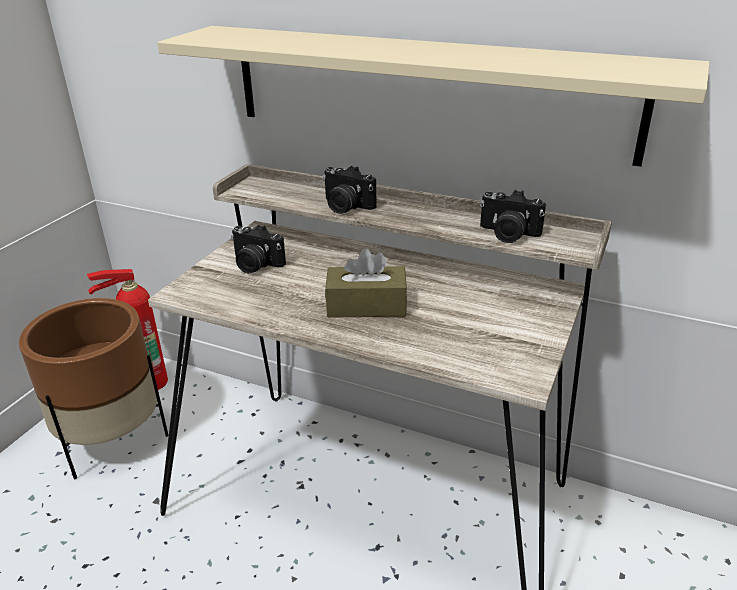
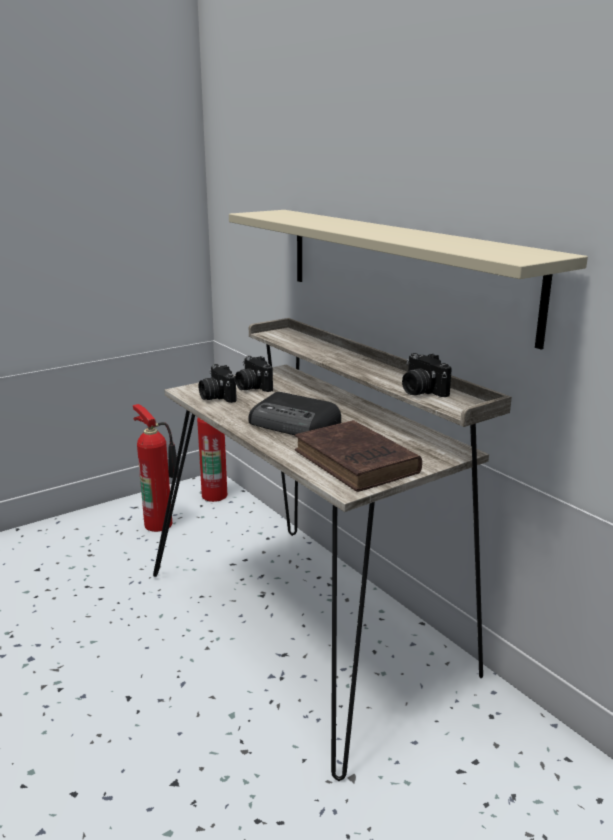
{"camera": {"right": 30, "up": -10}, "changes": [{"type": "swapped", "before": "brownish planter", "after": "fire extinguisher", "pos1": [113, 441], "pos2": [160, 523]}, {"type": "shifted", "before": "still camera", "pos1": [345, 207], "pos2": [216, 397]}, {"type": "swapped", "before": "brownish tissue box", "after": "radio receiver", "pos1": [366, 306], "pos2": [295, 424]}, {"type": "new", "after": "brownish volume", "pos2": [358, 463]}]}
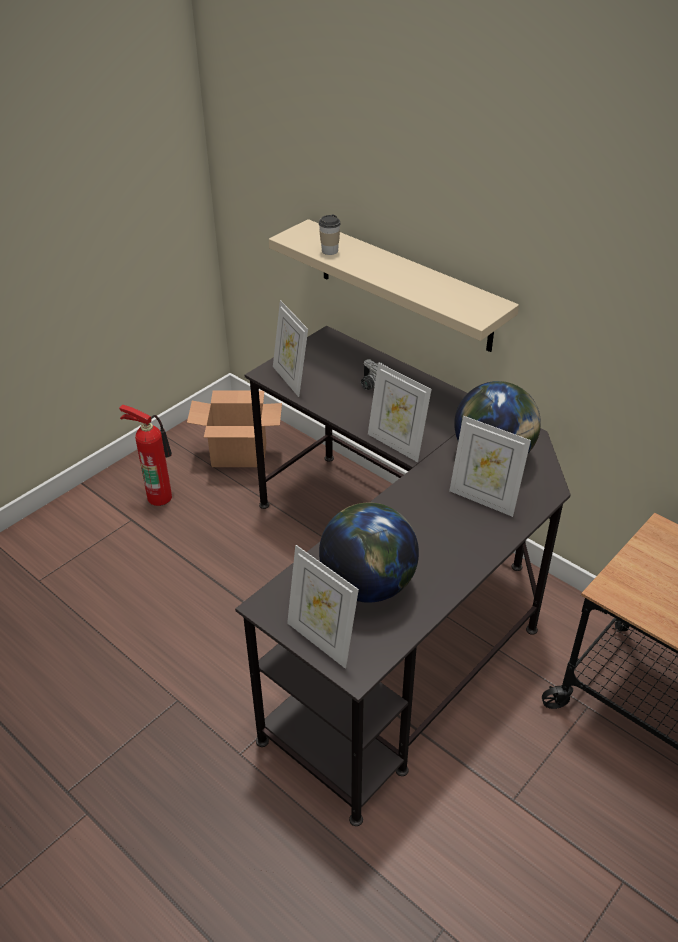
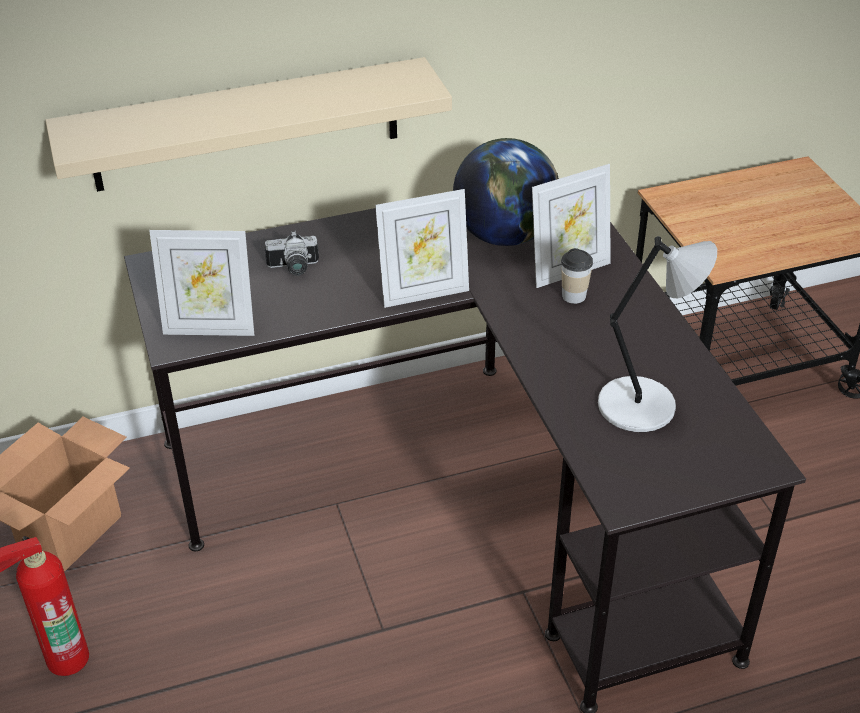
{"camera": {"right": -60, "up": 0}, "changes": [{"type": "gone", "before": "standing frame", "pos1": [321, 640]}, {"type": "shifted", "before": "small cup", "pos1": [329, 251], "pos2": [574, 296]}, {"type": "swapped", "before": "desk globe", "after": "gray tabletop lamp", "pos1": [368, 584], "pos2": [641, 405]}]}
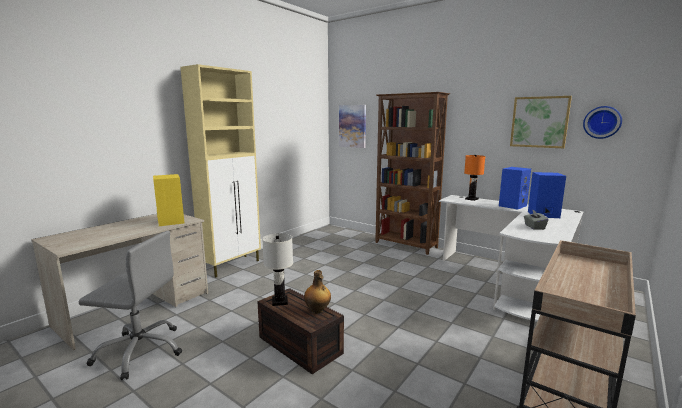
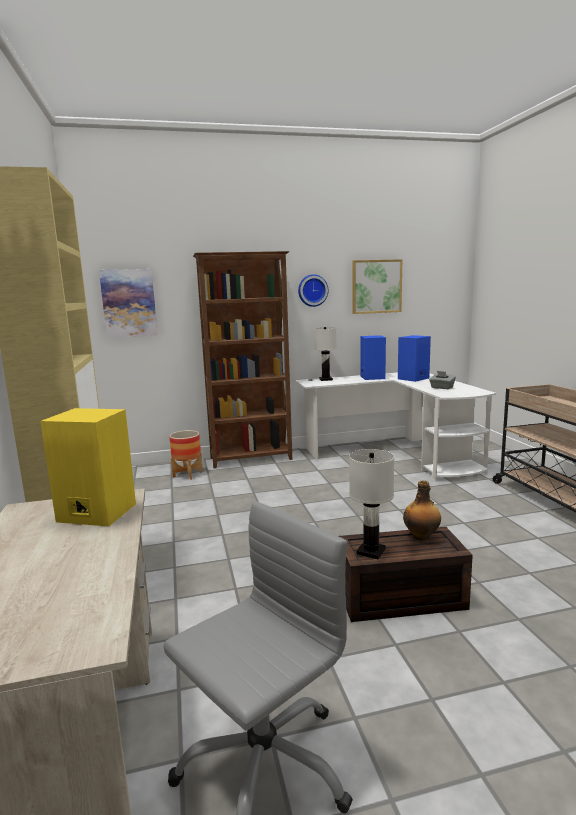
{"camera": {"right": -50, "up": 0}, "changes": [{"type": "repainted", "before": "orange-coloured tabletop lamp", "after": "whitish tabletop lamp", "pos1": [471, 199], "pos2": [326, 379]}, {"type": "shifted", "before": "clock on the wall", "pos1": [602, 122], "pos2": [312, 290]}, {"type": "new", "after": "planter", "pos2": [187, 474]}]}
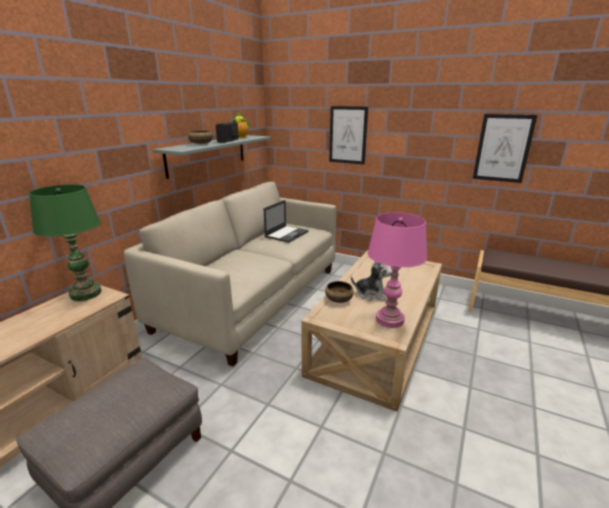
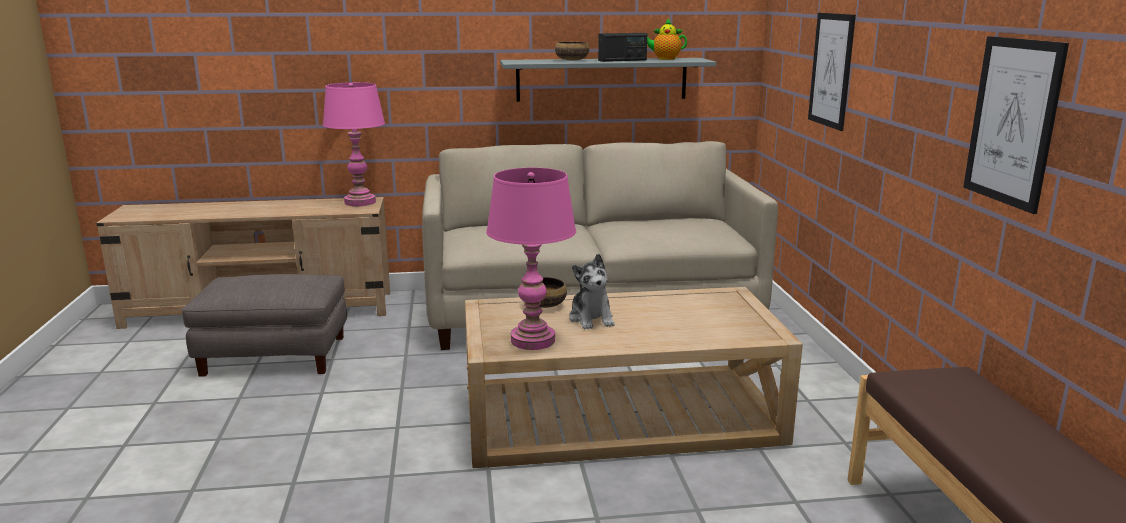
{"camera": {"right": 55, "up": -5}, "changes": [{"type": "repainted", "before": "greenish tabletop lamp", "after": "pinkish tabletop lamp", "pos1": [86, 293], "pos2": [360, 202]}, {"type": "gone", "before": "laptop", "pos1": [287, 234]}]}
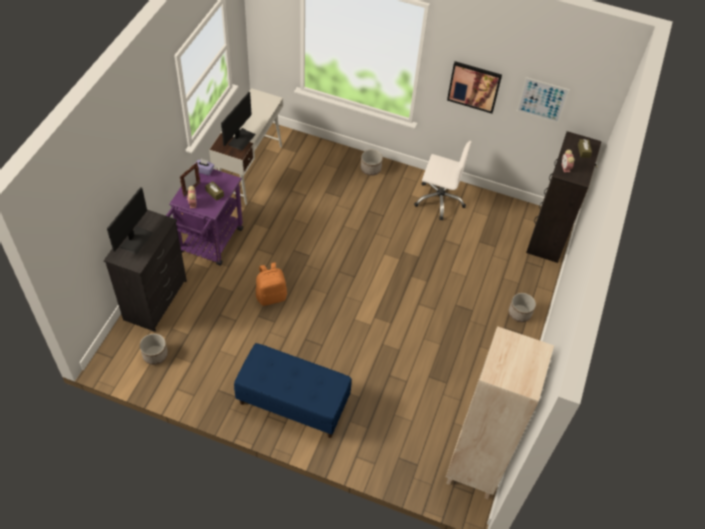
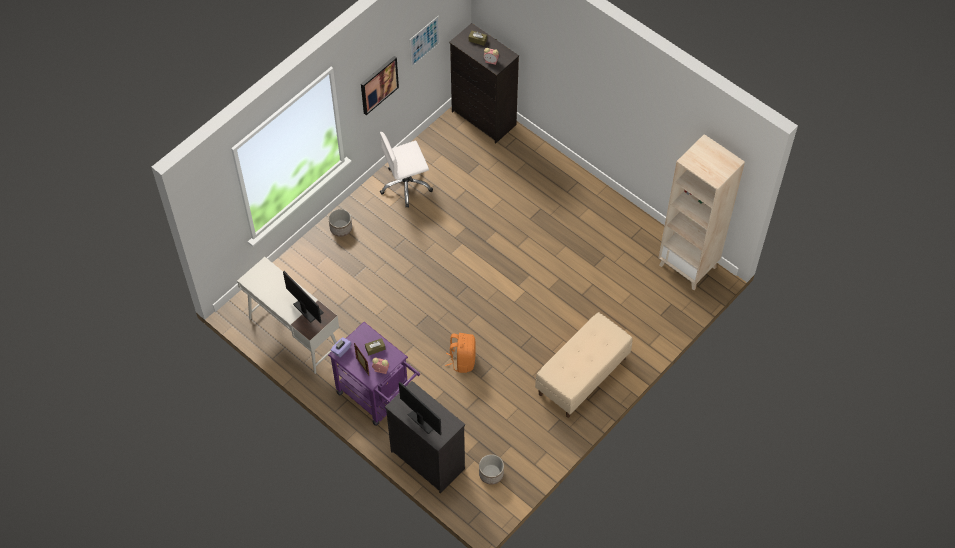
{"camera": {"right": -65, "up": 5}, "changes": [{"type": "repainted", "before": "blue indoor bench", "after": "beige indoor bench", "pos1": [292, 403], "pos2": [582, 376]}, {"type": "rotated", "before": "whitish desk chair", "pos1": [439, 200], "pos2": [406, 185], "turn": -150}, {"type": "gone", "before": "planter", "pos1": [519, 313]}]}
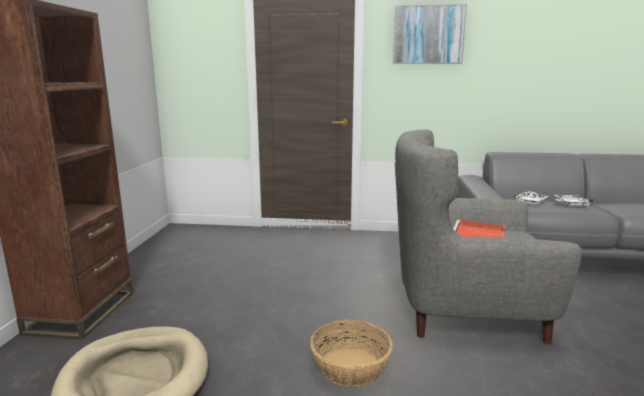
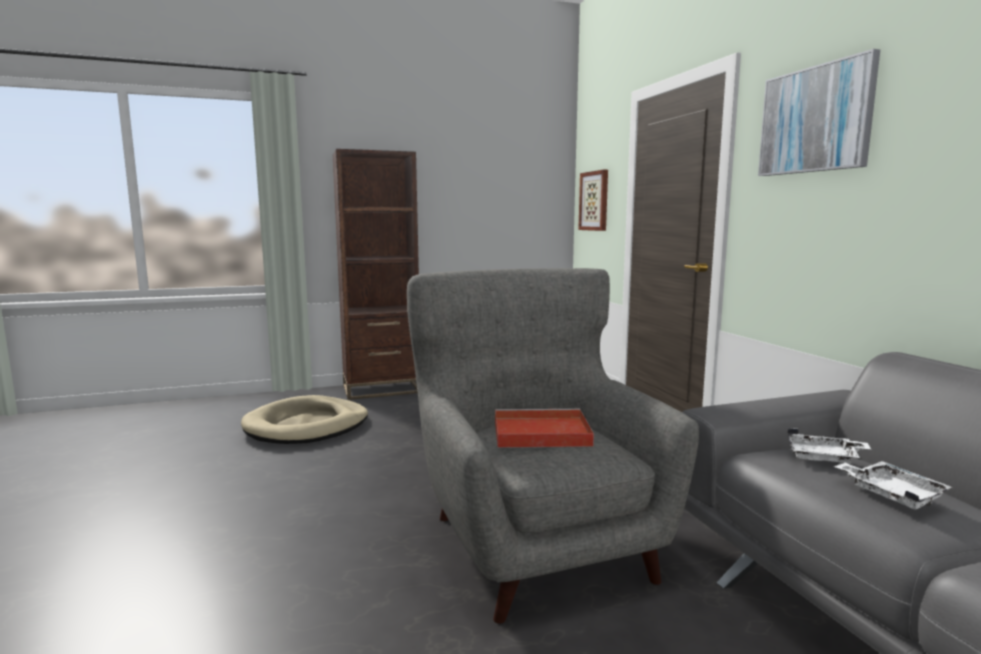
{"camera": {"right": 65, "up": -5}, "changes": [{"type": "gone", "before": "storage basket", "pos1": [351, 367]}, {"type": "new", "after": "wall picture", "pos2": [594, 201]}]}
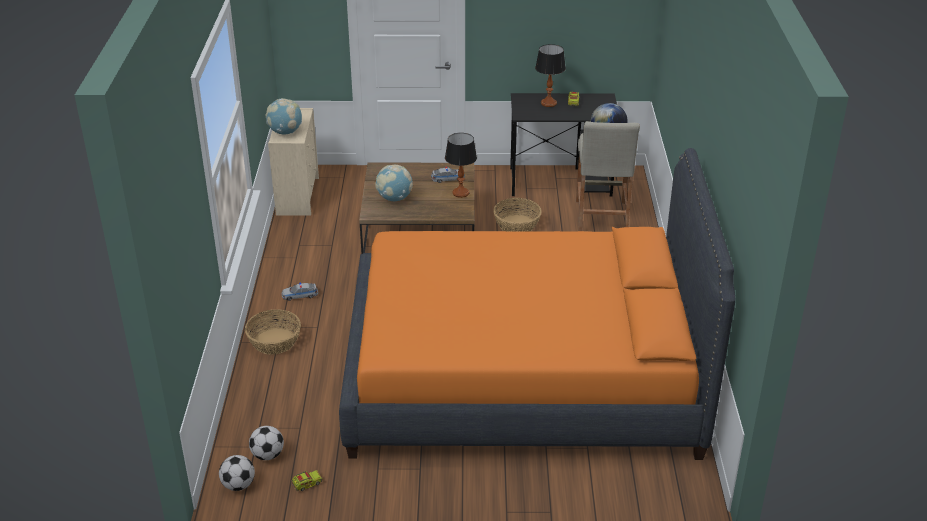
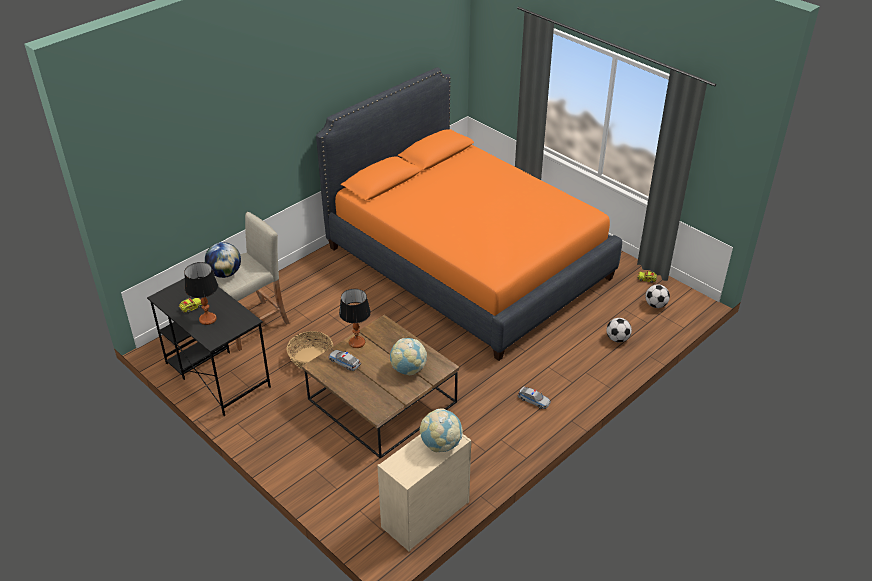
{"camera": {"right": -135, "up": 5}, "changes": [{"type": "shifted", "before": "football", "pos1": [238, 485], "pos2": [617, 339]}, {"type": "gone", "before": "storage basket", "pos1": [274, 341]}]}
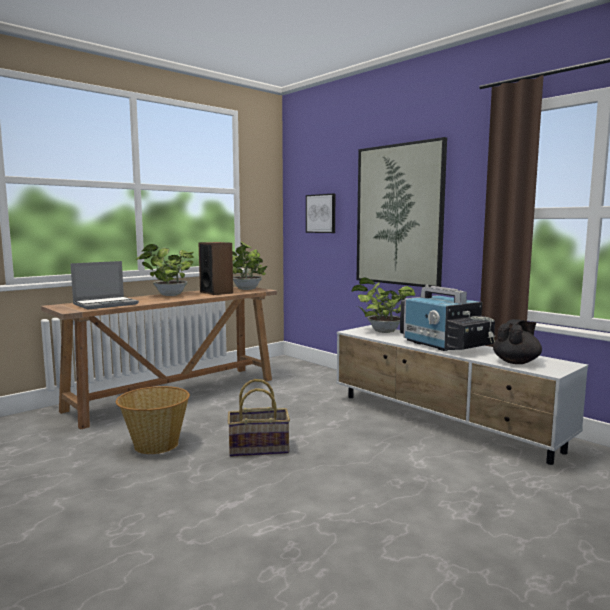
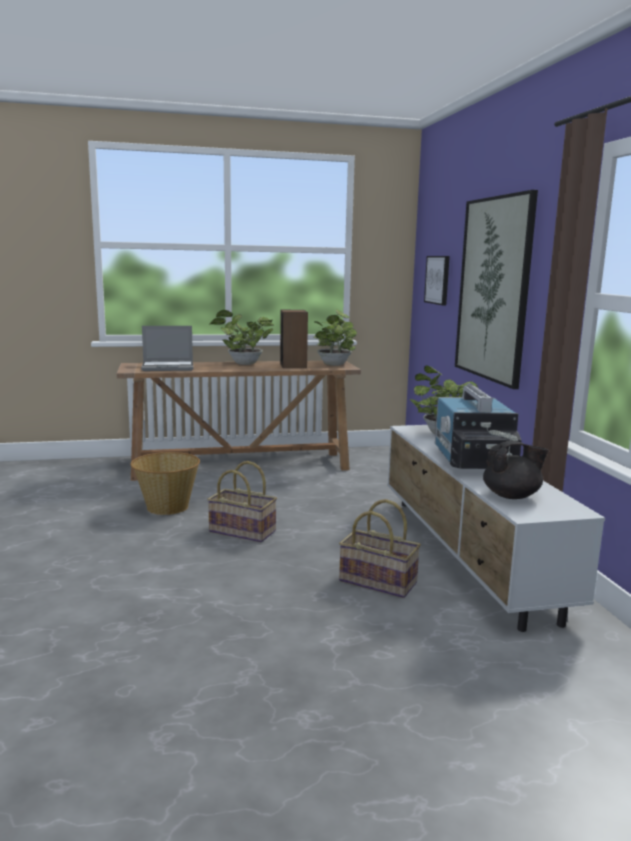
{"camera": {"right": 30, "up": 5}, "changes": [{"type": "new", "after": "storage basket", "pos2": [379, 581]}]}
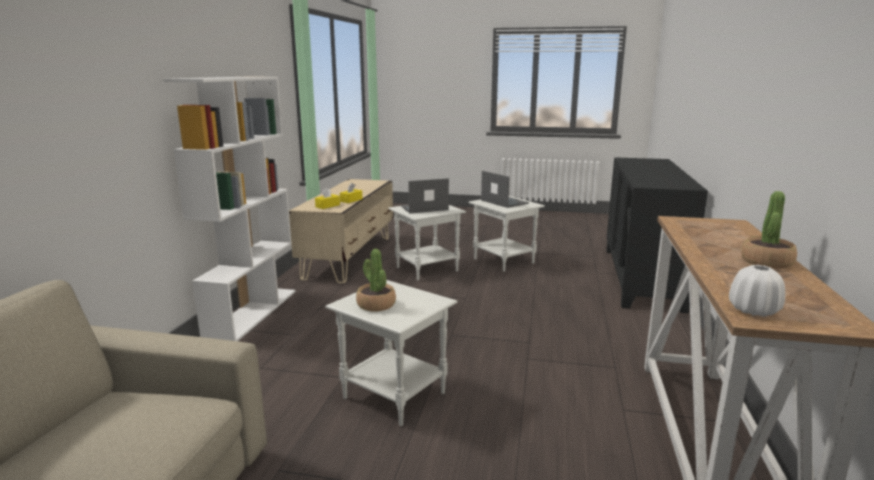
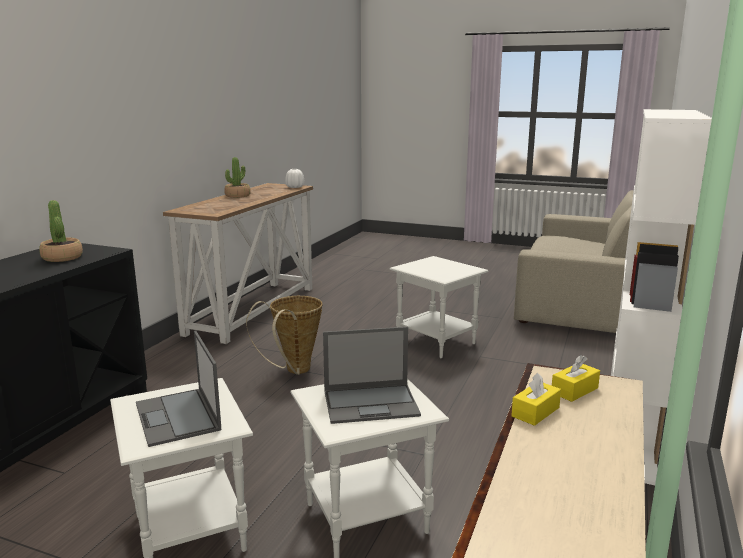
{"camera": {"right": -170, "up": 0}, "changes": [{"type": "shifted", "before": "houseplant", "pos1": [376, 305], "pos2": [62, 257]}, {"type": "new", "after": "storage basket", "pos2": [293, 371]}]}
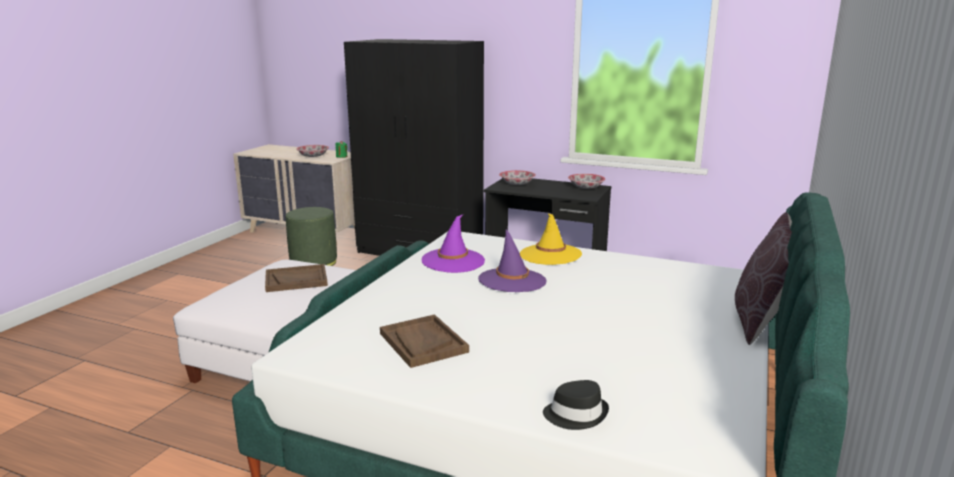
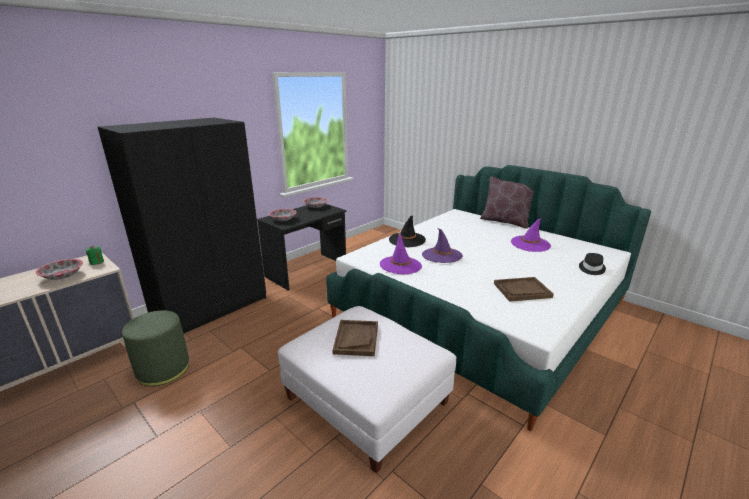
{"camera": {"right": -70, "up": 5}, "changes": [{"type": "repainted", "before": "yellow-coloured wearable hat", "after": "blackish wearable hat", "pos1": [550, 255], "pos2": [407, 240]}, {"type": "new", "after": "purple wearable hat", "pos2": [530, 244]}]}
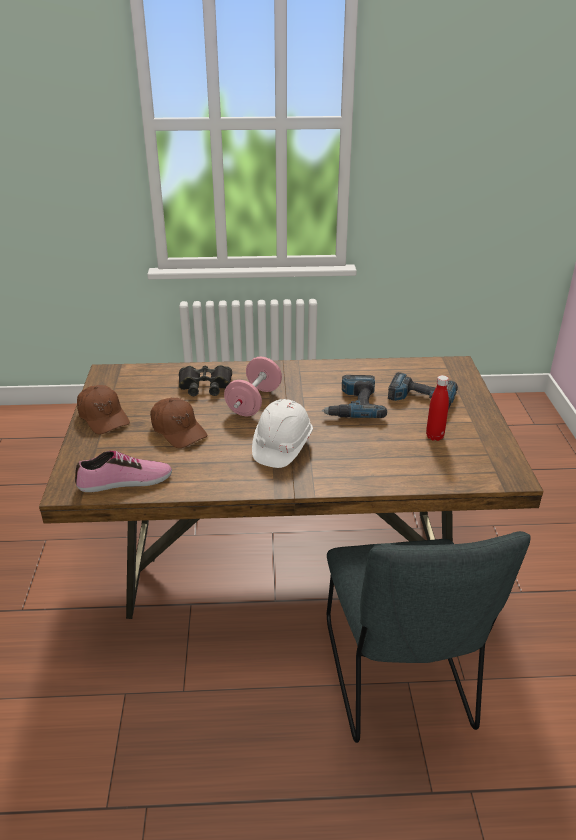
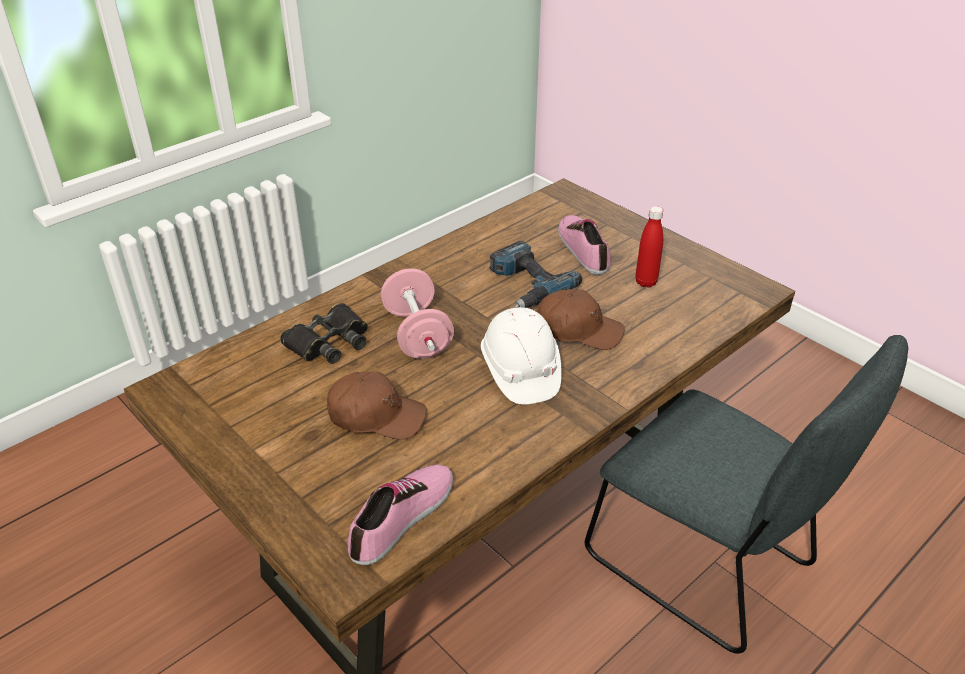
{"camera": {"right": -40, "up": 5}, "changes": [{"type": "shifted", "before": "brownish peaked cap", "pos1": [103, 417], "pos2": [578, 330]}, {"type": "swapped", "before": "drill", "after": "shoe", "pos1": [420, 401], "pos2": [584, 249]}]}
